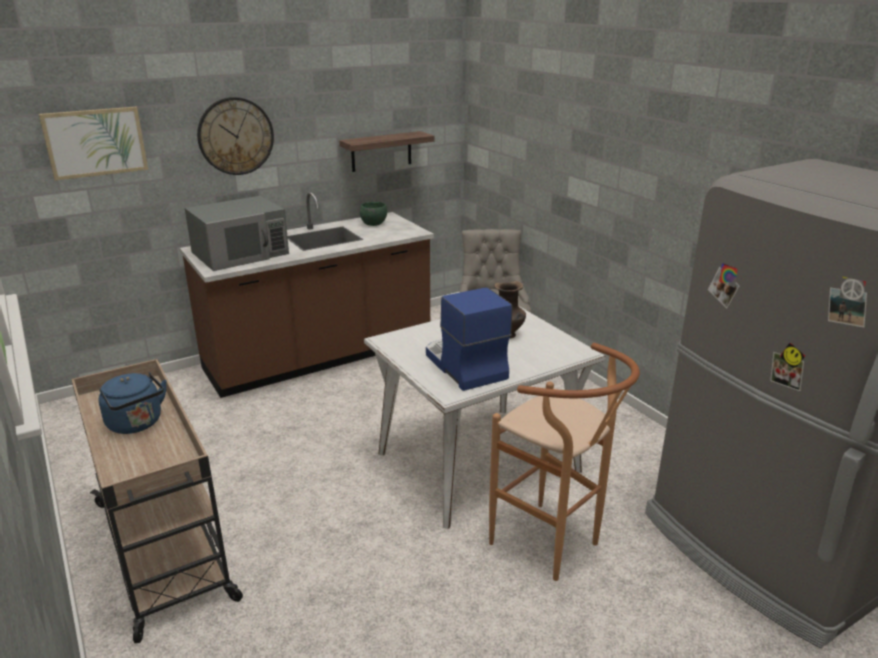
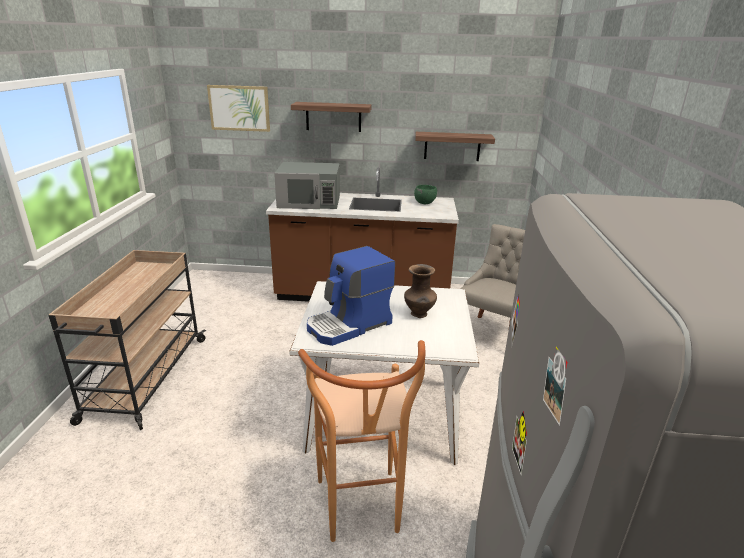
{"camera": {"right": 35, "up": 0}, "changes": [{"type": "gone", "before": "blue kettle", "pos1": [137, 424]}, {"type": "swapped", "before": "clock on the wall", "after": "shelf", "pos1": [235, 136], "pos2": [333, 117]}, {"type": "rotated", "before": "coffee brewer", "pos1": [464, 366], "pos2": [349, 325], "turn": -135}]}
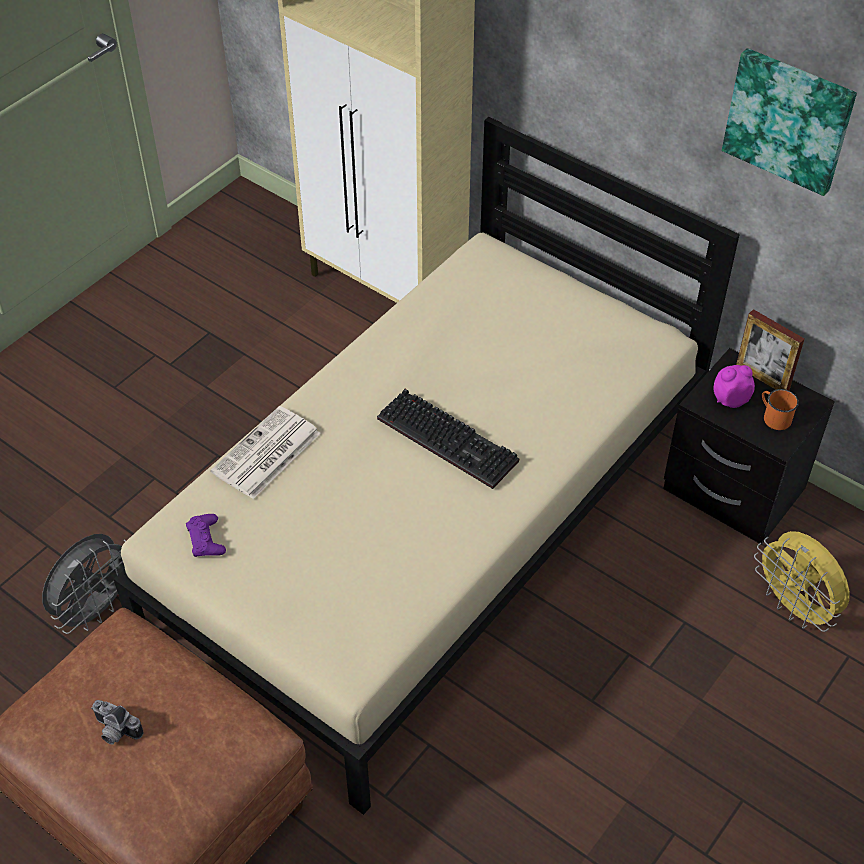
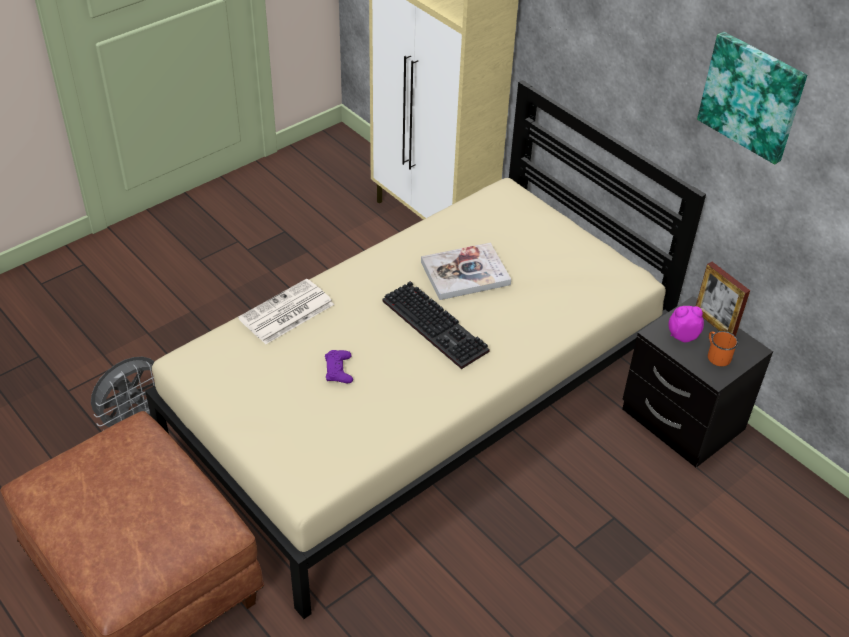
{"camera": {"right": 10, "up": -5}, "changes": [{"type": "gone", "before": "still camera", "pos1": [115, 732]}, {"type": "shifted", "before": "purple joypad", "pos1": [206, 539], "pos2": [339, 370]}, {"type": "gone", "before": "yellow-coloured electric fan", "pos1": [794, 607]}, {"type": "new", "after": "volume", "pos2": [465, 273]}]}
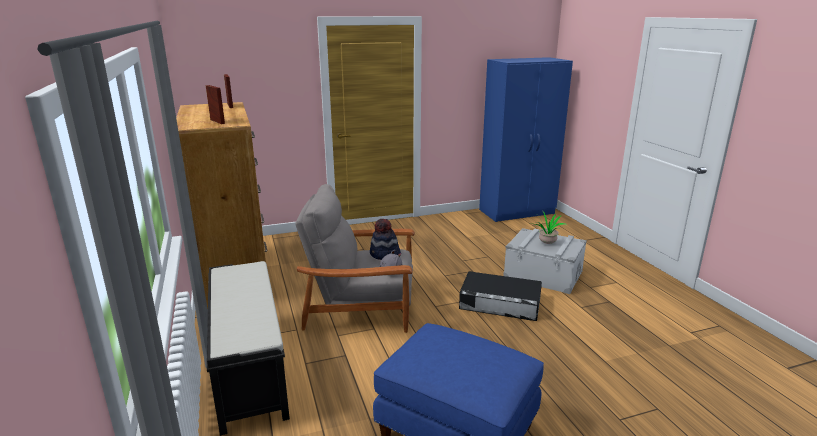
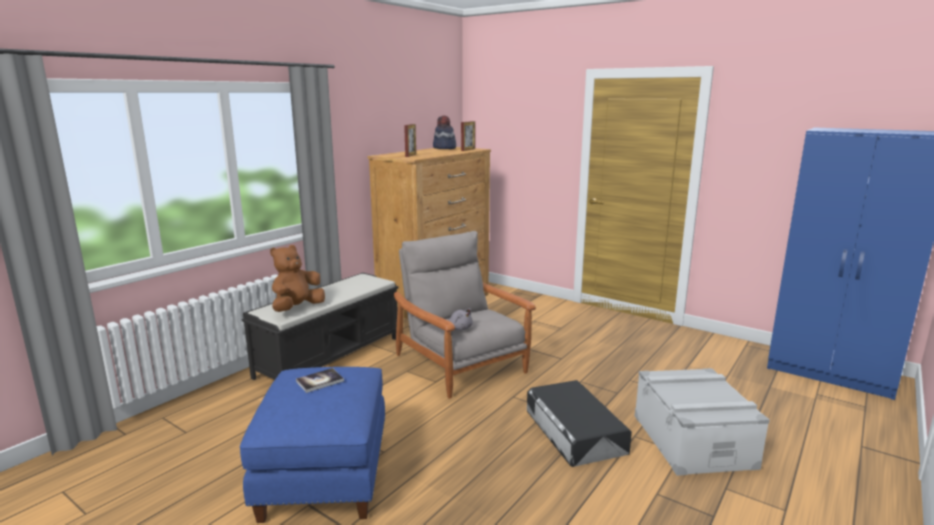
{"camera": {"right": 55, "up": -5}, "changes": [{"type": "shifted", "before": "wearable hat", "pos1": [384, 255], "pos2": [444, 148]}, {"type": "gone", "before": "houseplant", "pos1": [546, 243]}, {"type": "new", "after": "brownish soft toy", "pos2": [297, 308]}, {"type": "new", "after": "volume", "pos2": [320, 381]}]}
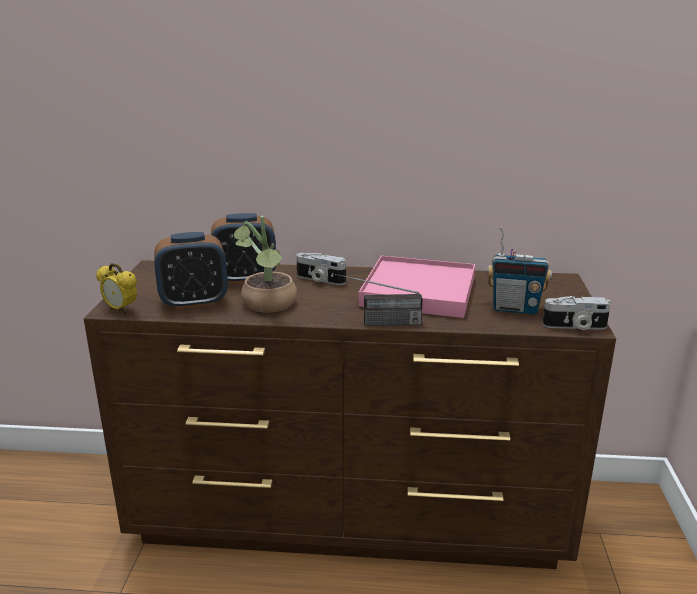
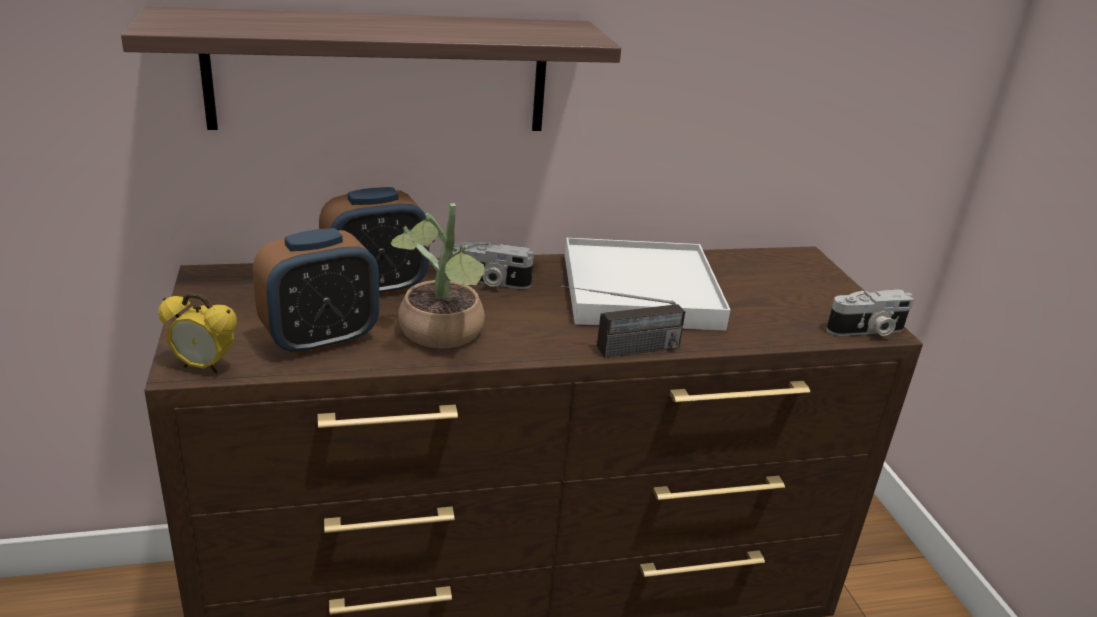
{"camera": {"right": -20, "up": 5}, "changes": [{"type": "repainted", "before": "pinkish tray", "after": "whitish tray", "pos1": [418, 291], "pos2": [639, 291]}, {"type": "gone", "before": "radio receiver", "pos1": [515, 309]}, {"type": "new", "after": "shelf", "pos2": [380, 73]}]}
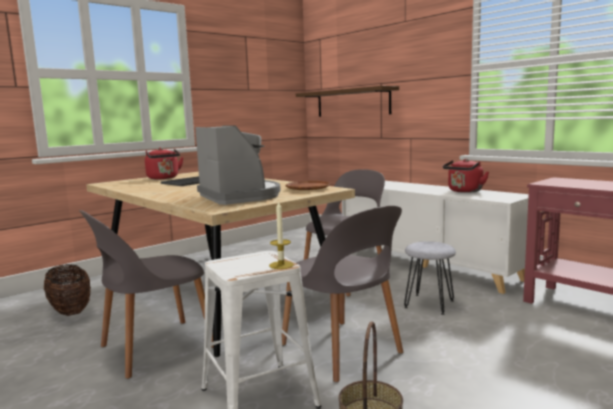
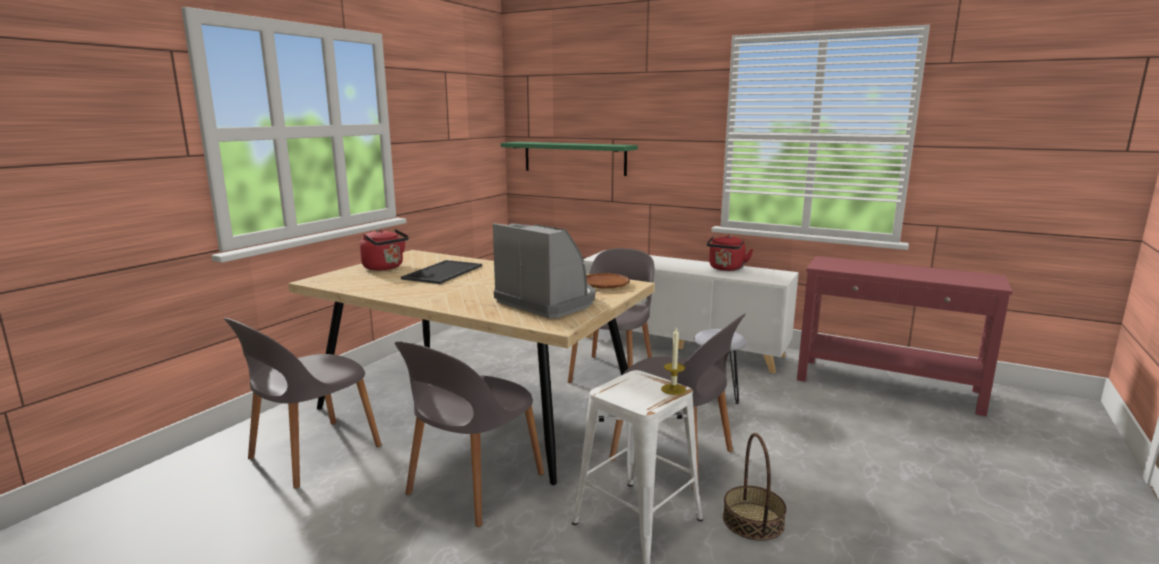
{"camera": {"right": -20, "up": 5}, "changes": [{"type": "swapped", "before": "storage basket", "after": "gray plain chair", "pos1": [70, 311], "pos2": [312, 454]}, {"type": "repainted", "before": "brownish shelf", "after": "greenish shelf", "pos1": [352, 103], "pos2": [574, 158]}]}
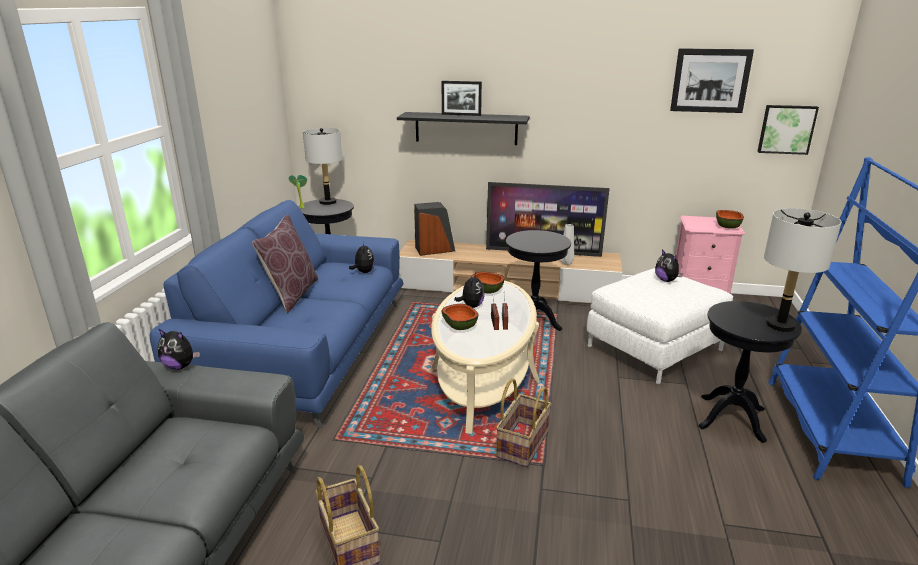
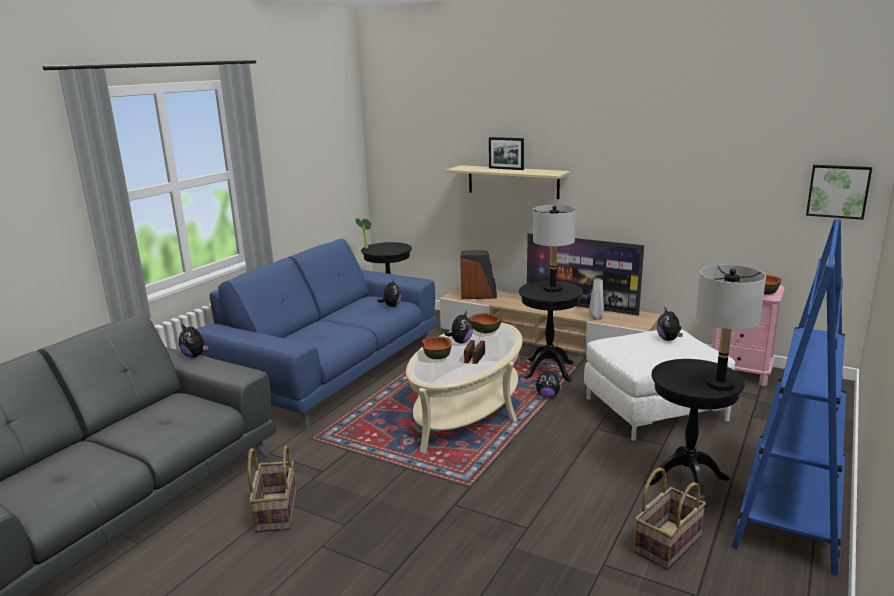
{"camera": {"right": 20, "up": -5}, "changes": [{"type": "gone", "before": "brownish throw pillow", "pos1": [291, 294]}, {"type": "shifted", "before": "gray tabletop lamp", "pos1": [327, 202], "pos2": [552, 289]}, {"type": "repainted", "before": "blackish shelf", "after": "beige shelf", "pos1": [466, 128], "pos2": [513, 181]}, {"type": "shifted", "before": "storage basket", "pos1": [522, 444], "pos2": [667, 543]}, {"type": "gone", "before": "wall picture", "pos1": [710, 80]}, {"type": "new", "after": "soft toy", "pos2": [548, 396]}]}
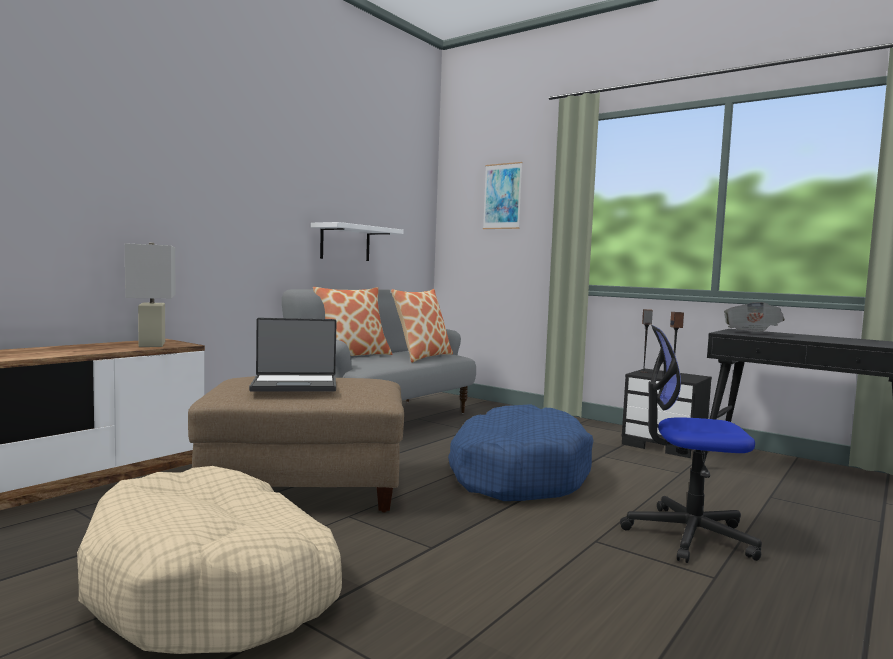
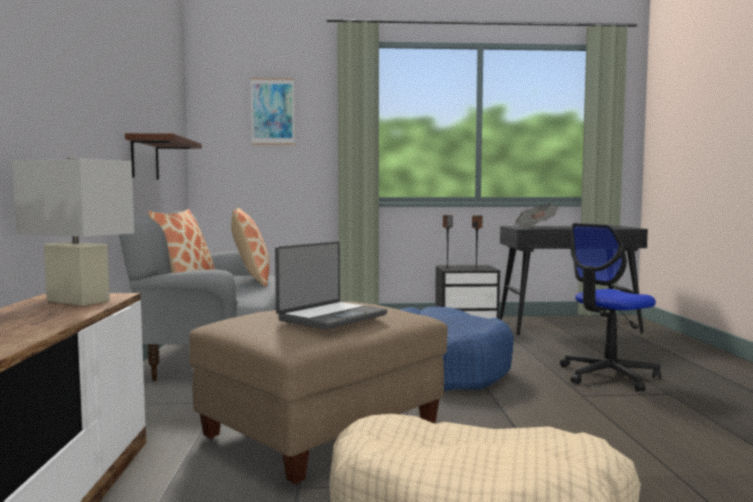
{"camera": {"right": -40, "up": 0}, "changes": [{"type": "repainted", "before": "whitish shelf", "after": "brownish shelf", "pos1": [345, 243], "pos2": [145, 158]}]}
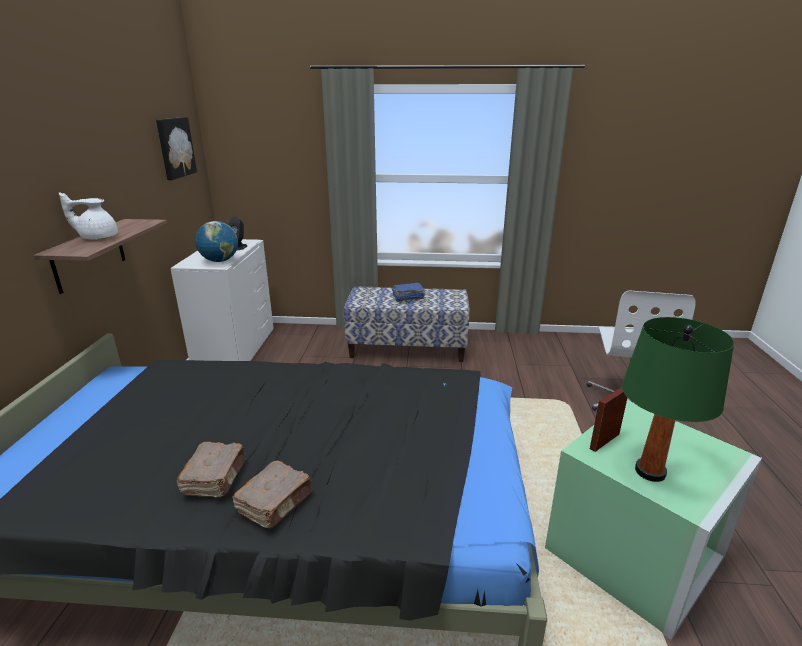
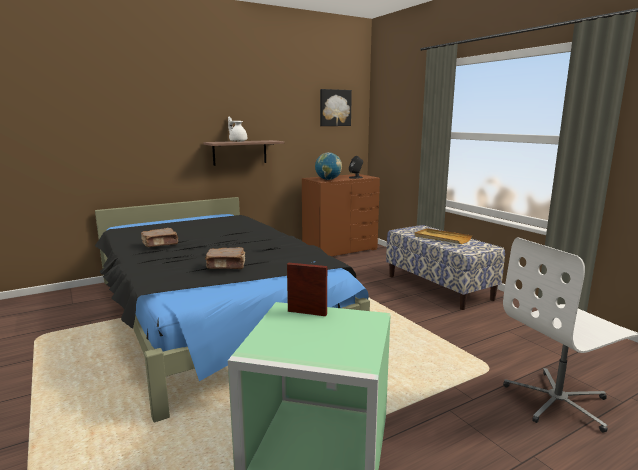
{"camera": {"right": 55, "up": -10}, "changes": [{"type": "repainted", "before": "whitish dresser", "after": "brownish dresser", "pos1": [234, 349], "pos2": [339, 250]}, {"type": "shifted", "before": "brownish volume", "pos1": [276, 503], "pos2": [226, 266]}, {"type": "swapped", "before": "blue volume", "after": "beige tray", "pos1": [407, 297], "pos2": [441, 238]}, {"type": "gone", "before": "greenish tabletop lamp", "pos1": [650, 472]}]}
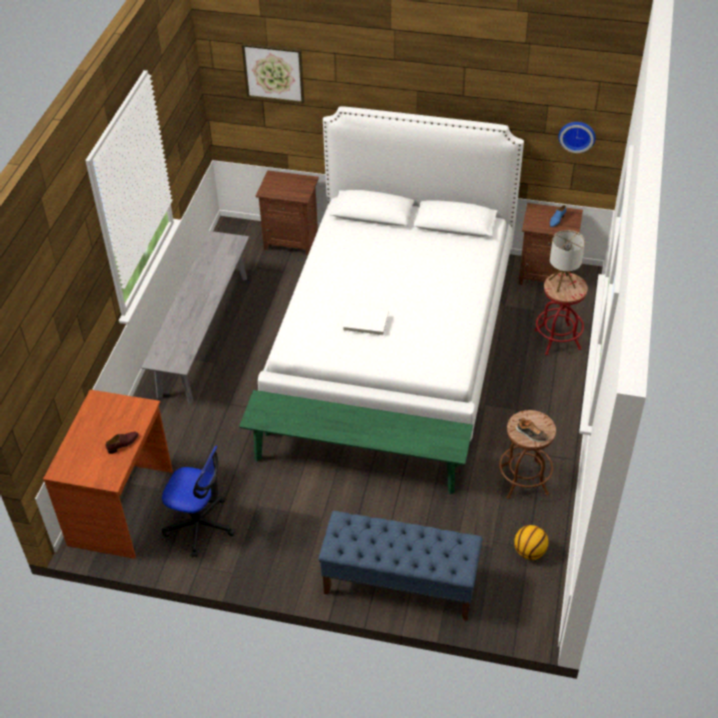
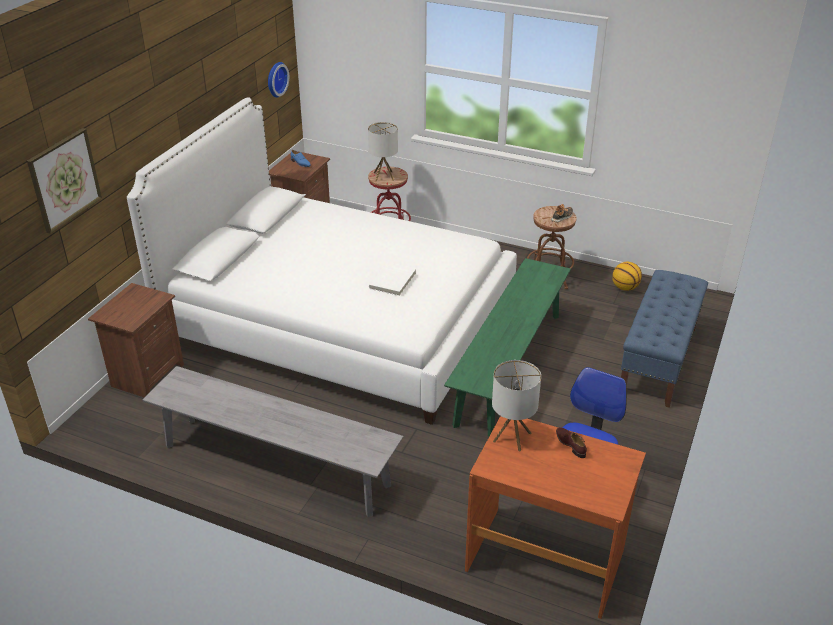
{"camera": {"right": -80, "up": -10}, "changes": [{"type": "new", "after": "tabletop lamp", "pos2": [512, 437]}]}
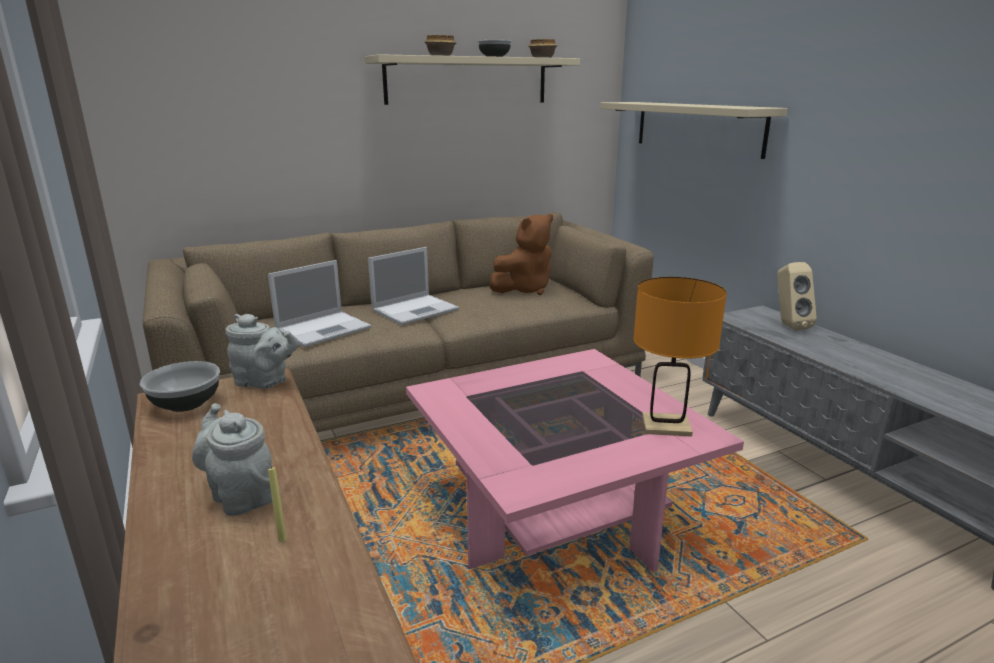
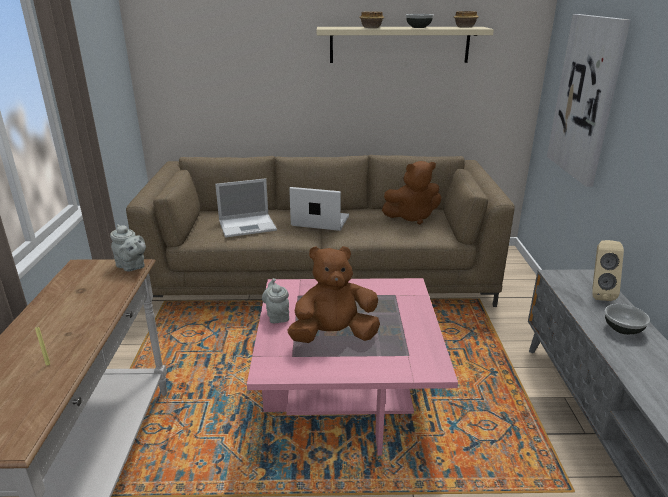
{"camera": {"right": 25, "up": 5}, "changes": [{"type": "shifted", "before": "deep dish", "pos1": [187, 403], "pos2": [623, 329]}, {"type": "shifted", "before": "gray tea pot", "pos1": [241, 495], "pos2": [277, 316]}, {"type": "rotated", "before": "laptop", "pos1": [416, 309], "pos2": [319, 221], "turn": -150}, {"type": "swapped", "before": "beige shelf", "after": "wall picture", "pos1": [697, 127], "pos2": [586, 98]}, {"type": "gone", "before": "orange-coloured tabletop lamp", "pos1": [666, 426]}, {"type": "new", "after": "brownish soft toy", "pos2": [334, 335]}]}
